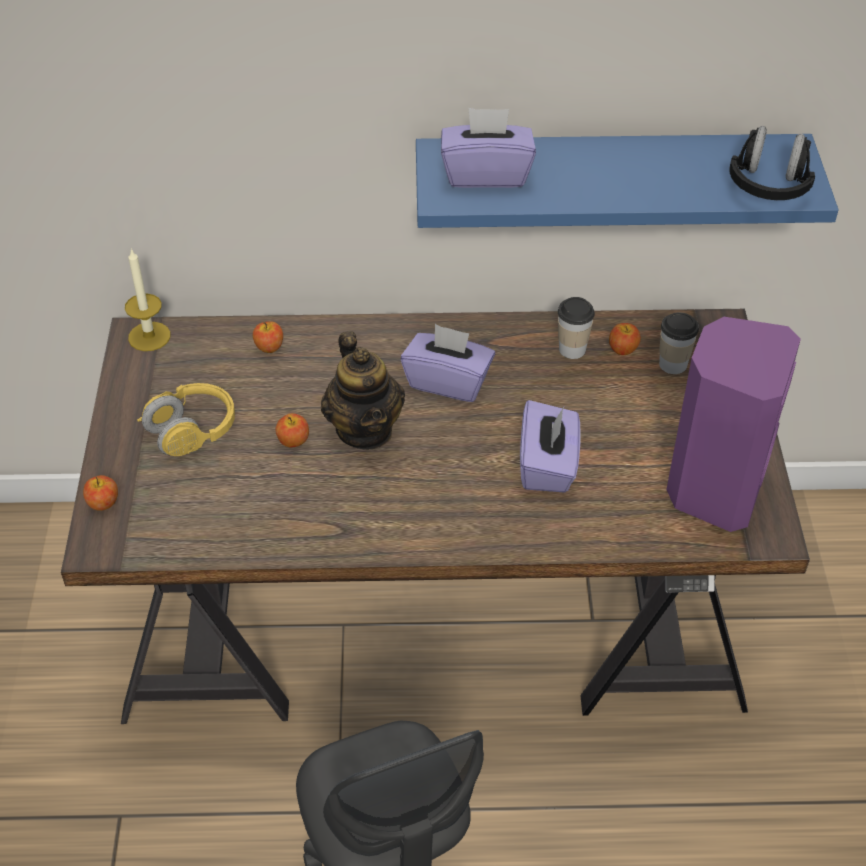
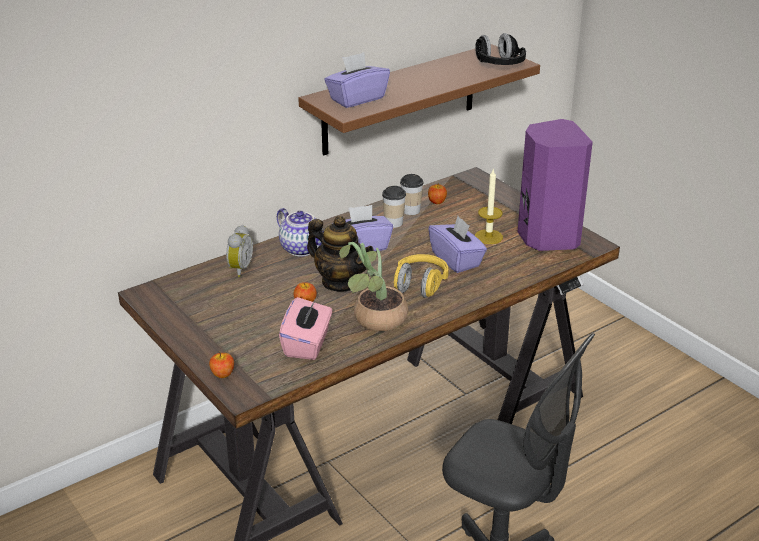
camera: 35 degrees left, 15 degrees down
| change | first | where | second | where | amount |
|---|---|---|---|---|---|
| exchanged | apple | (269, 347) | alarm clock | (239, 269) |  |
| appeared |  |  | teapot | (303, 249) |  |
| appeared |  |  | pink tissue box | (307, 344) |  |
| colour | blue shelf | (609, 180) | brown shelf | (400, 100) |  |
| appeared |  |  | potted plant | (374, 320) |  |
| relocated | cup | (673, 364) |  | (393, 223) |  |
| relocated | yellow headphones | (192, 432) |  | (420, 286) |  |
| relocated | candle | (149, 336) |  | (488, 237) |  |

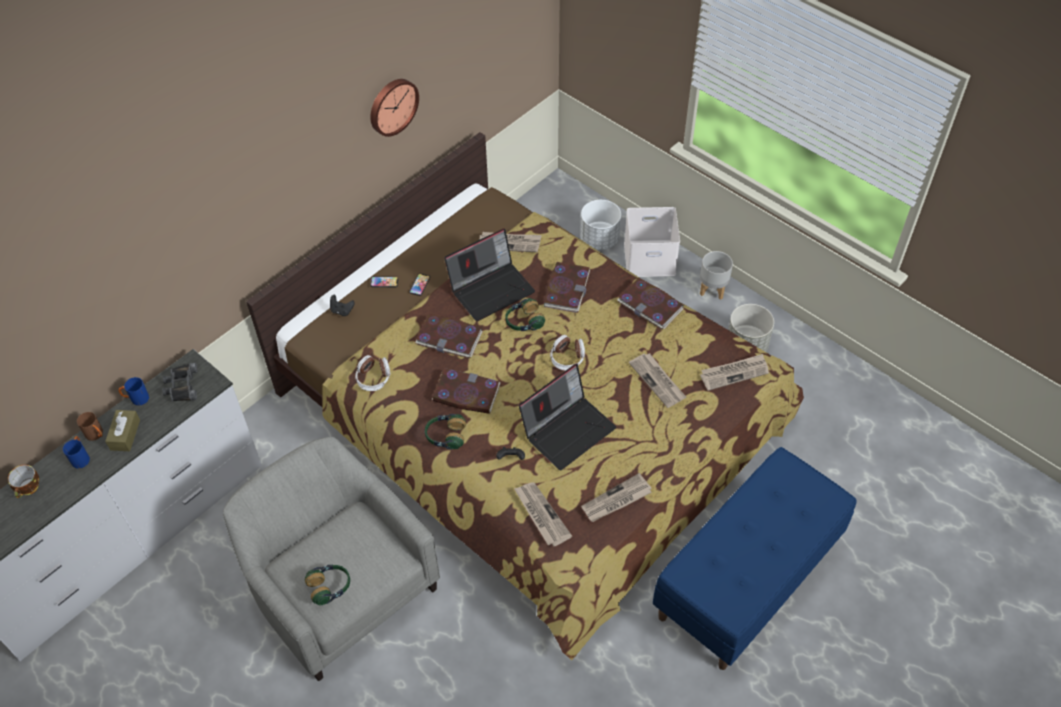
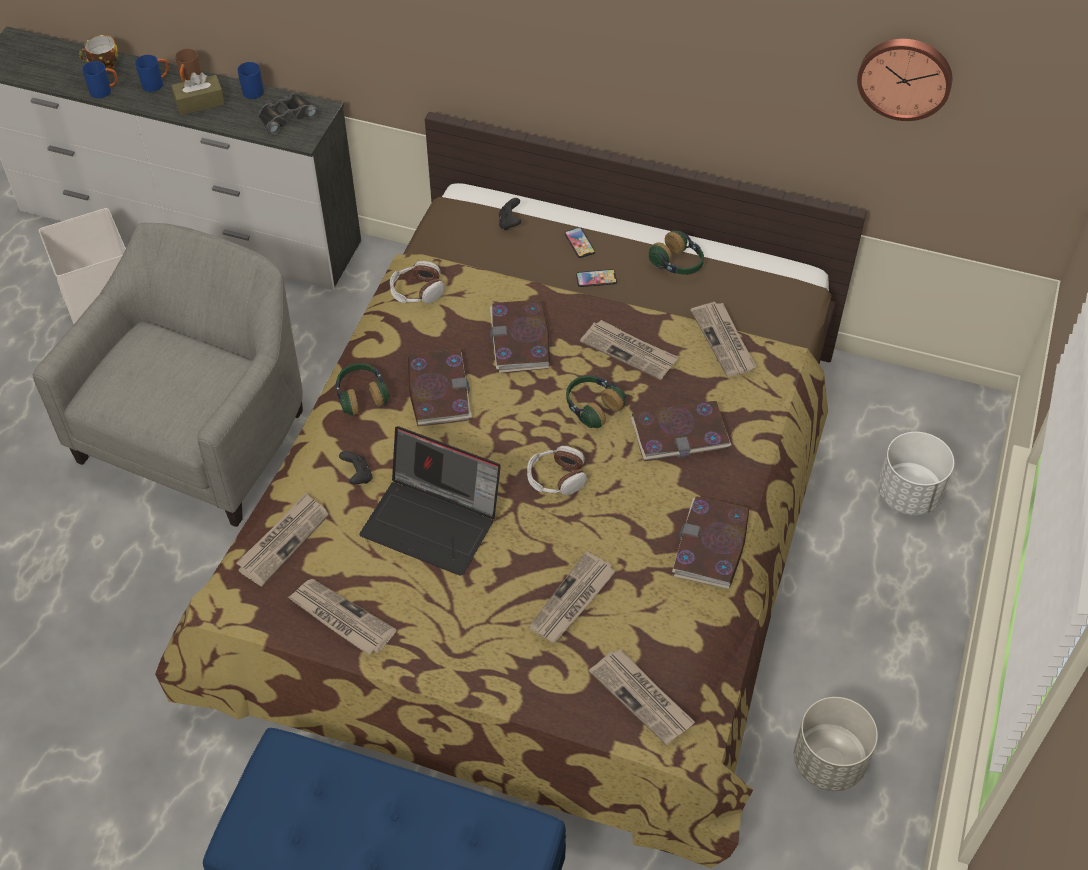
camera: 65 degrees right, 0 degrees up
| change | first | where | second | where | amount |
|---|---|---|---|---|---|
| relocated | white storage box | (650, 257) |  | (101, 291) |  |
| appeared |  |  | blue mug | (105, 91) |  |
| exchanged | laptop | (491, 288) | newspaper | (629, 351) |  |
| relocated | headphones | (330, 587) |  | (678, 264) |  |
| relocated | wall clock | (392, 106) |  | (905, 77) |  |
| missing | grey planter | (712, 289) |  |  |  |

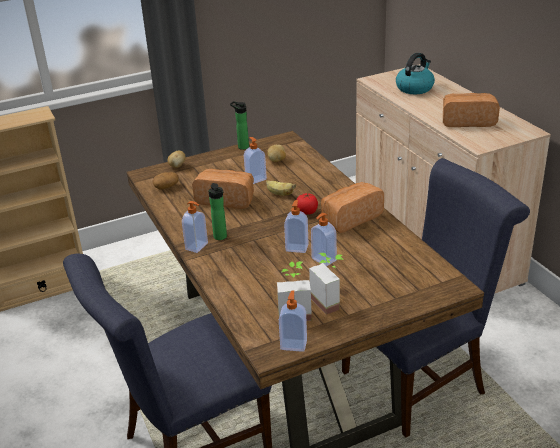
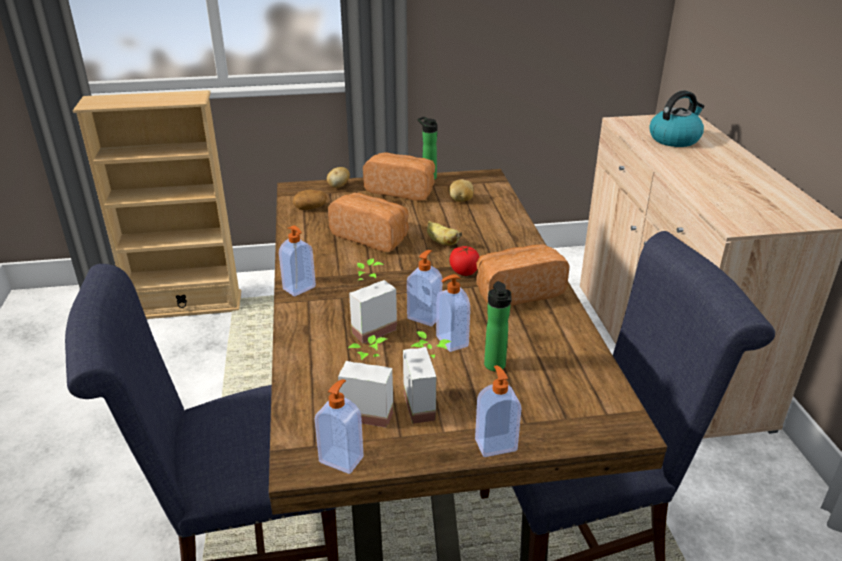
camera: 15 degrees right, 0 degrees up
| change | first | where | second | where | amount |
|---|---|---|---|---|---|
| appeared |  |  | potted plant | (369, 327) |  |
| relocated | bread | (467, 121) |  | (401, 190) |  |
| relocated | soap dispenser | (255, 179) |  | (495, 444) |  |
| relocated | bottle | (221, 238) |  | (495, 367) |  |

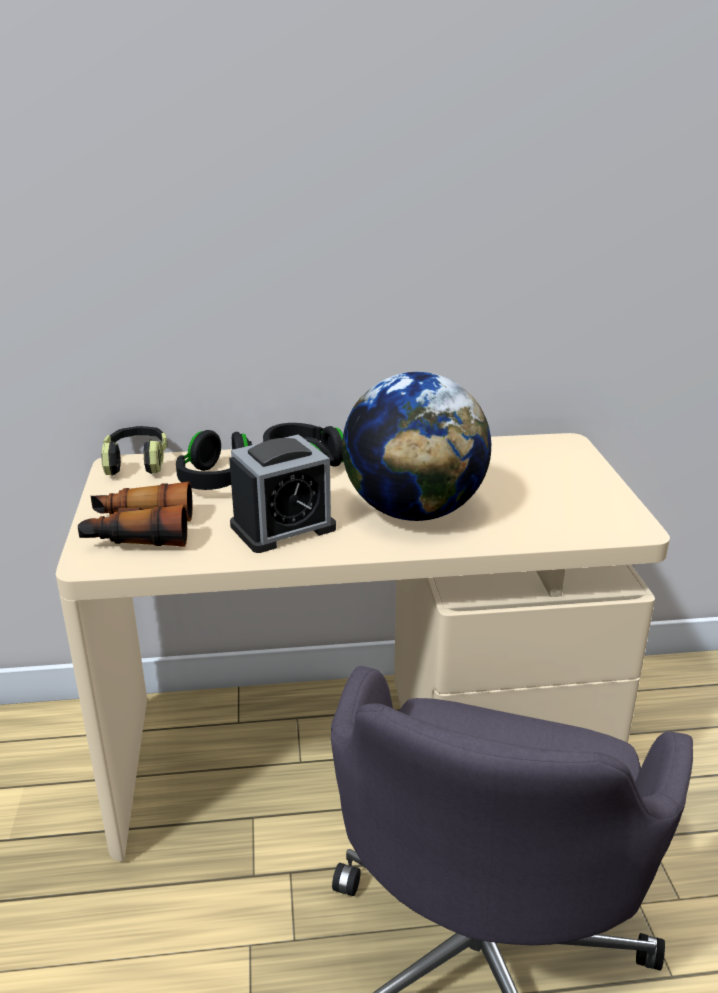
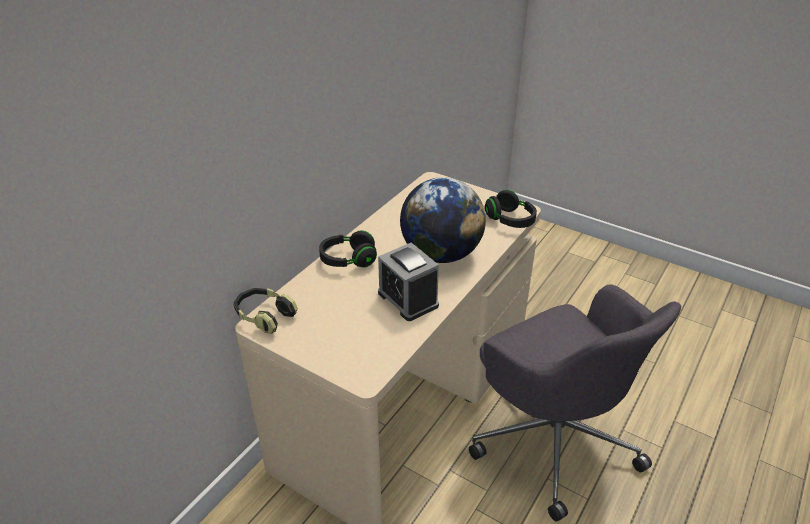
camera: 50 degrees left, 10 degrees up
| change | first | where | second | where | amount |
|---|---|---|---|---|---|
| spun | alarm clock | (283, 527) |  | (408, 299) | 135 degrees clockwise |
| relocated | black headphones | (216, 480) |  | (510, 220) |  |
| missing | binoculars | (138, 532) |  |  |  |

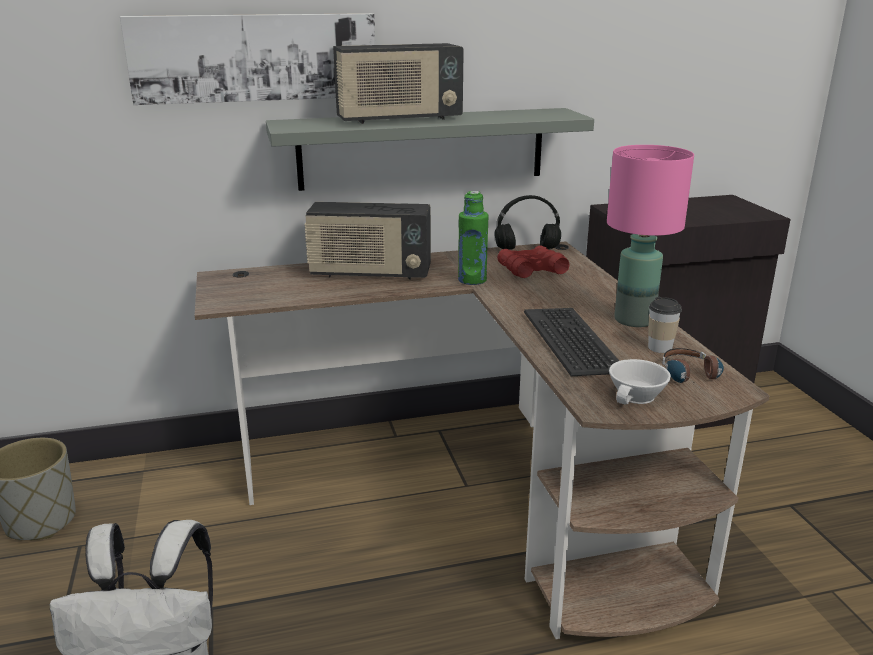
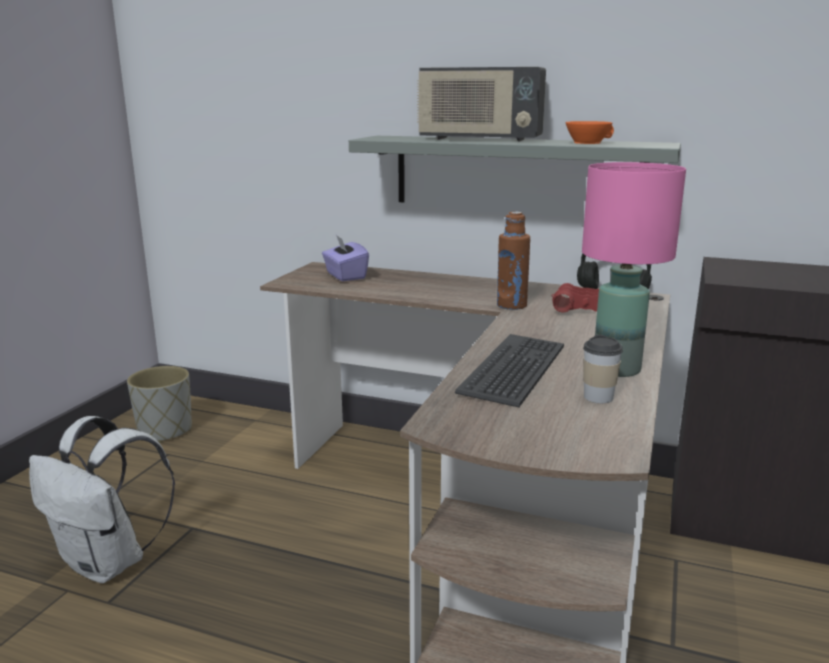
camera: 35 degrees right, 5 degrees down
| change | first | where | second | where | amount |
|---|---|---|---|---|---|
| appeared |  |  | purple tissue box | (345, 276) |  |
| colour | green bottle | (472, 280) | brown bottle | (511, 305) |  |
| appeared |  |  | orange cup | (587, 142) |  |
| missing | picture | (255, 57) |  |  |  |
| missing | radio | (370, 273) |  |  |  |
| missing | white cup | (638, 397) |  |  |  |
| missing | headphones | (693, 378) |  |  |  |

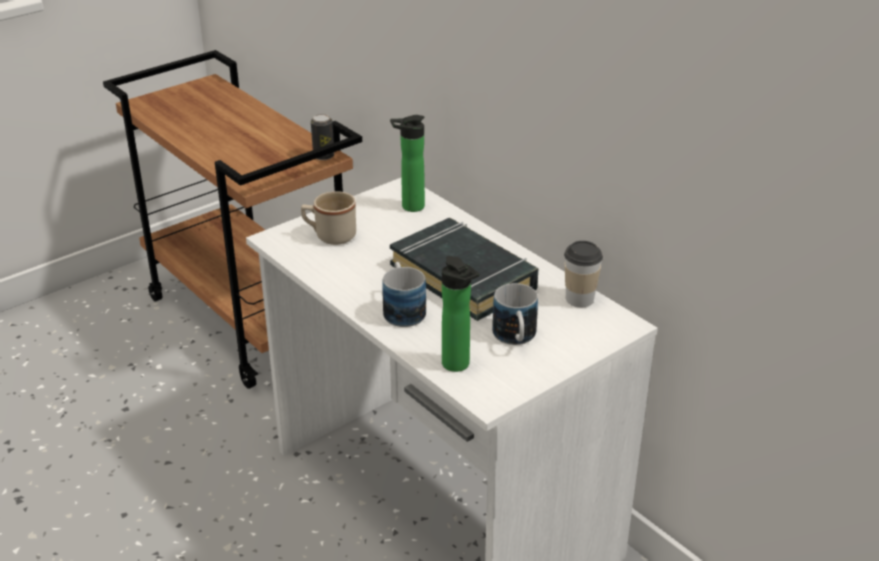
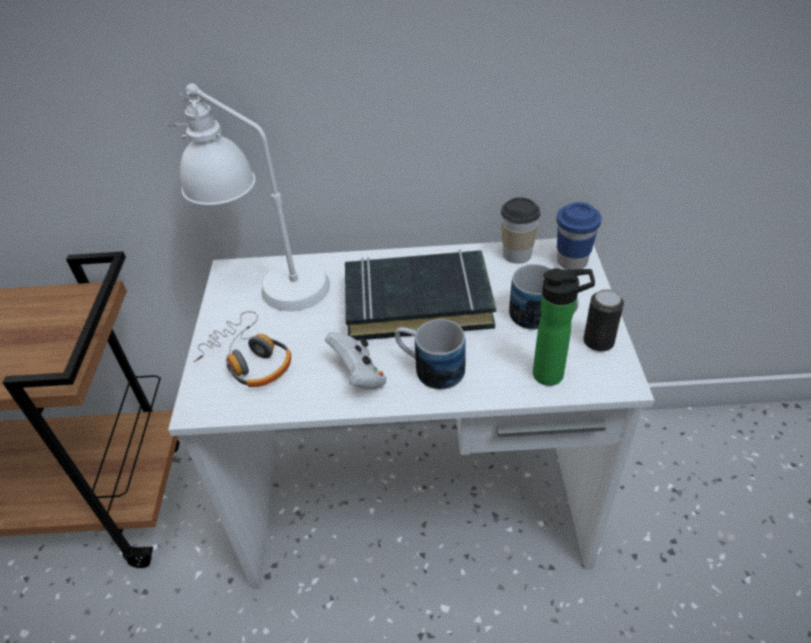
camera: 50 degrees left, 10 degrees up
| change | first | where | second | where | amount |
|---|---|---|---|---|---|
| exchanged | bottle | (409, 207) | white table lamp | (268, 282) |  |
| exchanged | beige mug | (330, 236) | headphones | (249, 360) |  |
| appeared |  |  | white game controller | (359, 376) |  |
| appeared |  |  | blue cup | (572, 261) |  |
| relocated | can | (323, 156) |  | (598, 342) |  |

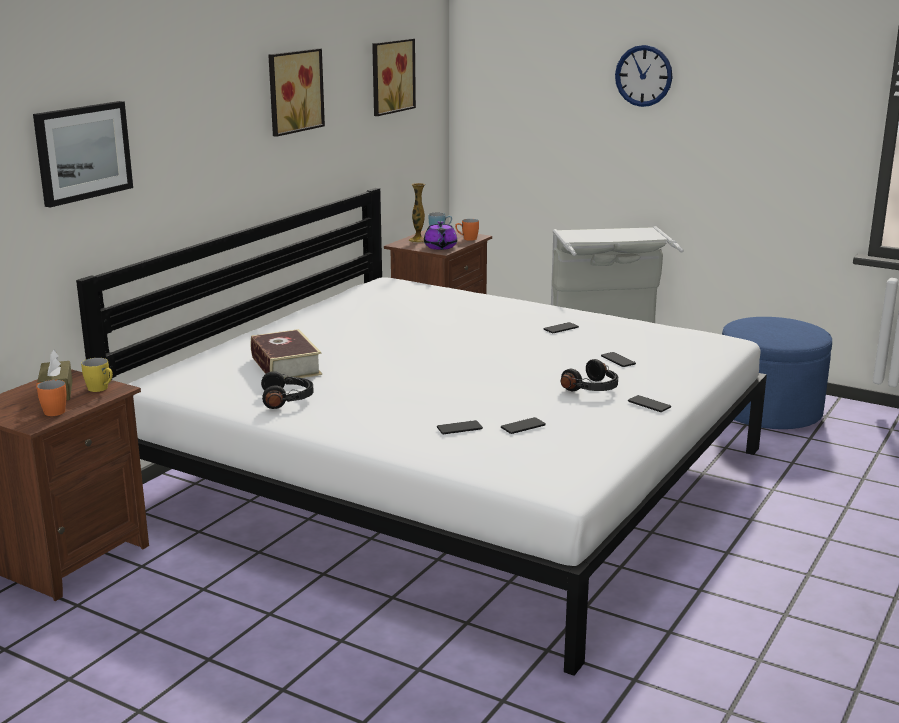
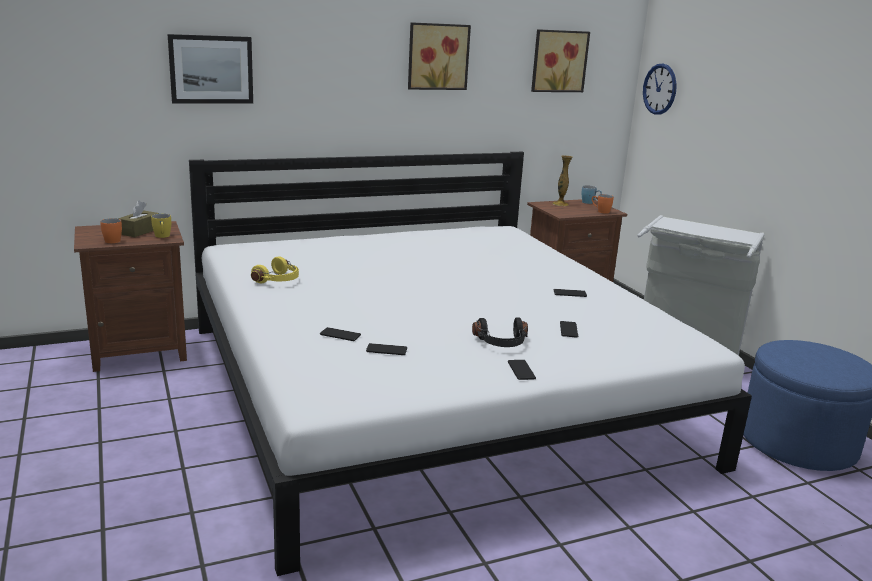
camera: 35 degrees right, 0 degrees up
| change | first | where | second | where | amount |
|---|---|---|---|---|---|
| colour | black headphones | (287, 399) | yellow headphones | (278, 280) |  |
| relocated | wall clock | (643, 76) |  | (659, 89) |  |
| missing | book | (286, 366) |  |  |  |
| missing | purple teapot | (440, 247) |  |  |  |

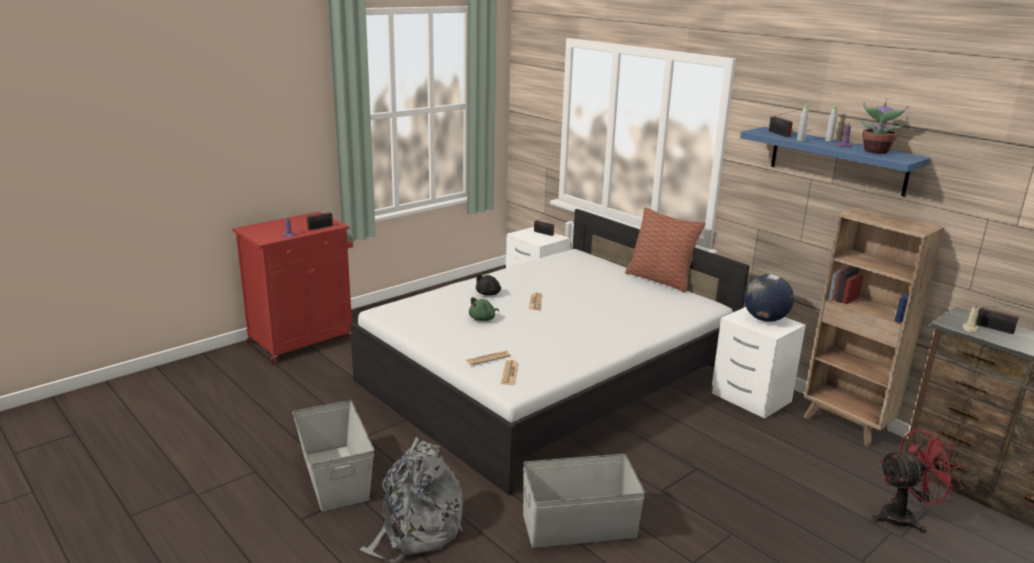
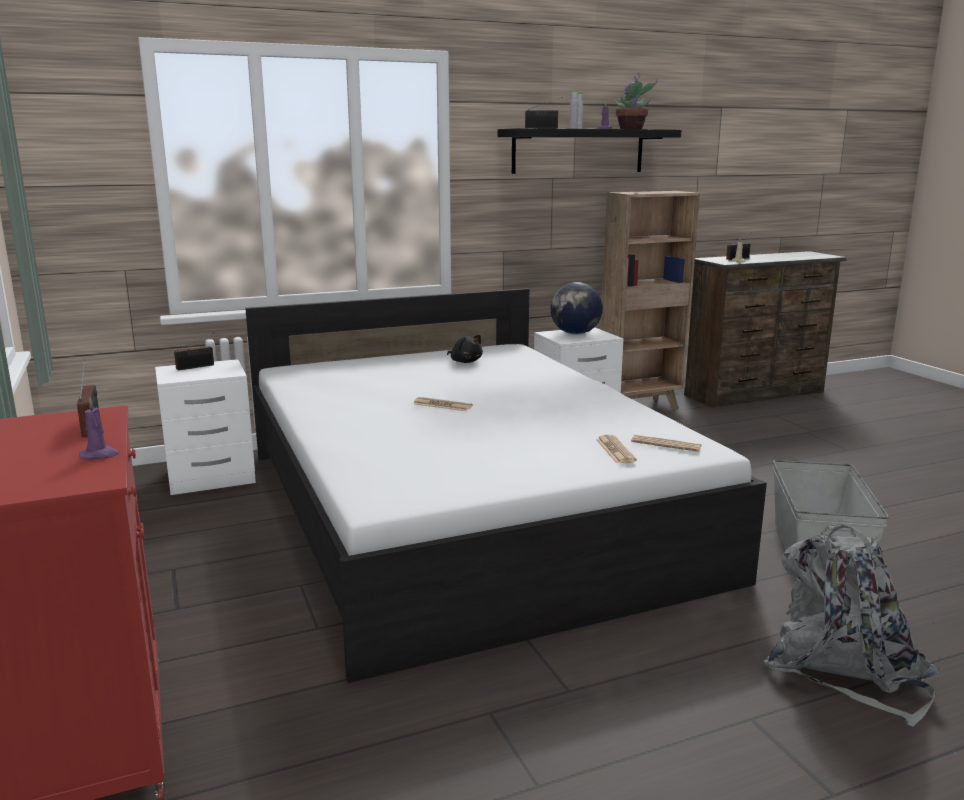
camera: 70 degrees left, 5 degrees down
| change | first | where | second | where | amount |
|---|---|---|---|---|---|
| relocated | black plush toy | (489, 294) |  | (465, 361) |  |
| colour | blue shelf | (837, 160) | black shelf | (578, 151) |  |
| missing | grey storage box | (335, 476) |  |  |  |
| missing | green plush toy | (483, 319) |  |  |  |
| missing | pillow | (661, 279) |  |  |  |
| missing | red fan | (904, 517) |  |  |  |

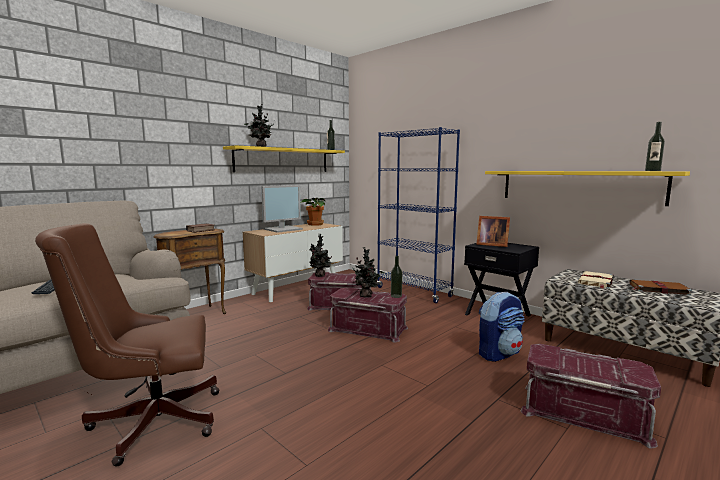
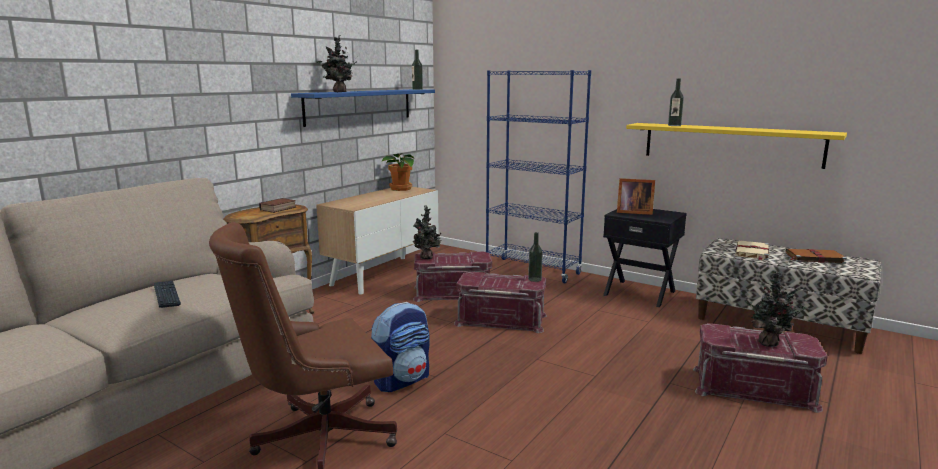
camera: 10 degrees left, 5 degrees up
| change | first | where | second | where | amount |
|---|---|---|---|---|---|
| colour | yellow shelf | (283, 160) | blue shelf | (360, 106) |  |
| relocated | backpack | (499, 353) |  | (402, 380) |  |
| relocated | bottle | (652, 171) |  | (674, 125) |  |
| relocated | potted plant | (367, 296) |  | (769, 343) |  |
| missing | monitor | (283, 229) |  |  |  |

